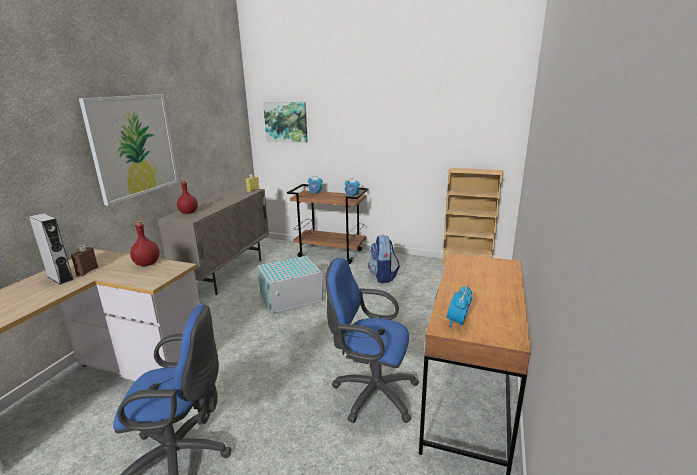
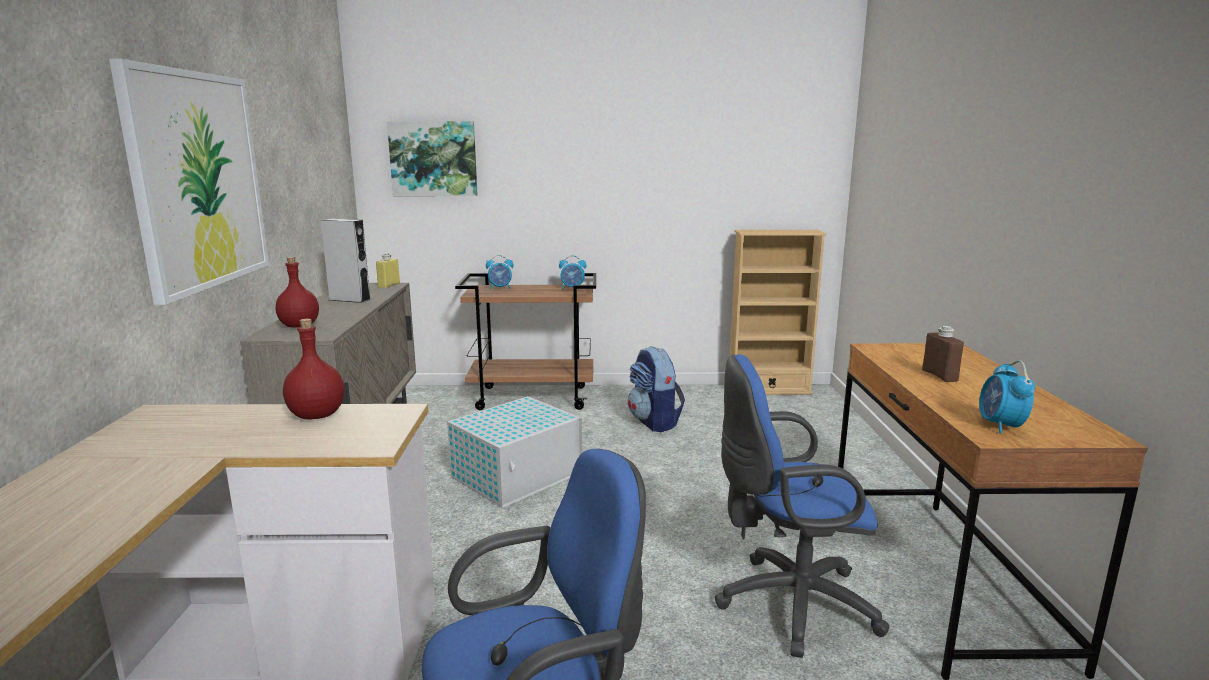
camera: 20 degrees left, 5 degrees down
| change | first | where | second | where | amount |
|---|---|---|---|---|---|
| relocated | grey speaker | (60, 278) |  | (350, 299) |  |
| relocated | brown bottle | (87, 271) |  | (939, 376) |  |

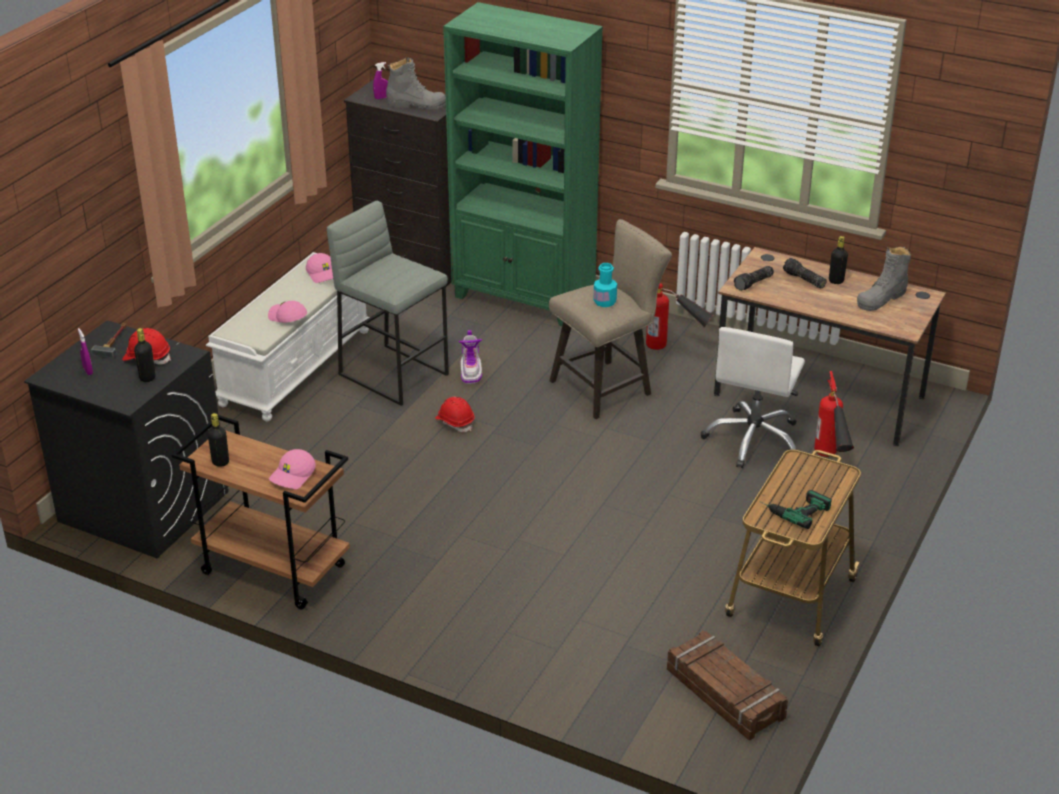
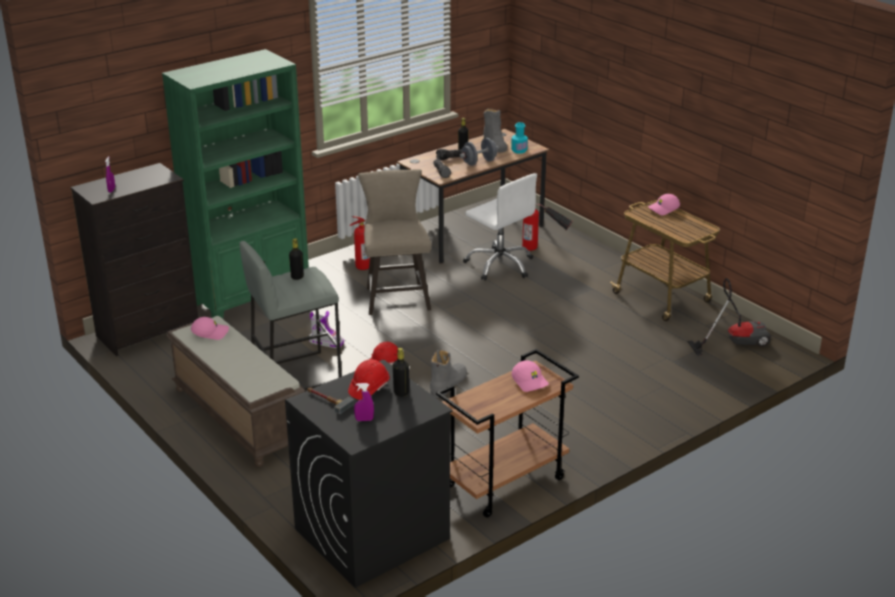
camera: 65 degrees left, 5 degrees down
| change | first | where | second | where | amount |
|---|---|---|---|---|---|
| colour | white bench | (295, 366) | brown bench | (237, 417) |  |
| relocated | black bottle | (220, 462) |  | (297, 277) |  |
| relocated | grey boot | (416, 104) |  | (448, 384) |  |
| appeared |  |  | grey dumbbell | (479, 162) |  |
| relocated | turquoise bottle | (605, 302) |  | (519, 150) |  |
| relocated | pink cap | (287, 317) |  | (663, 209) |  |
| exchanged | crate | (724, 694) | vacuum cleaner | (734, 342) |  |
| missing | power drill | (793, 508) |  |  |  |

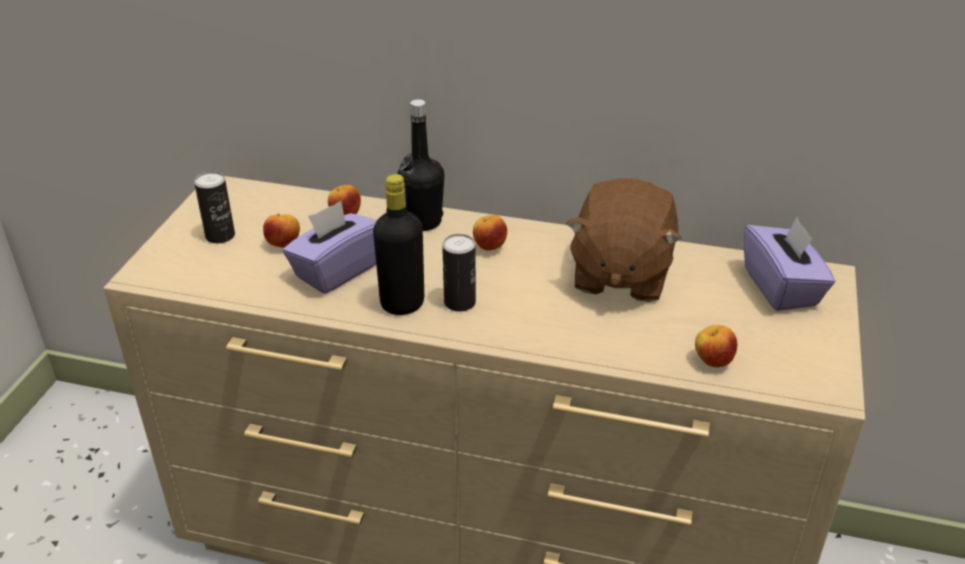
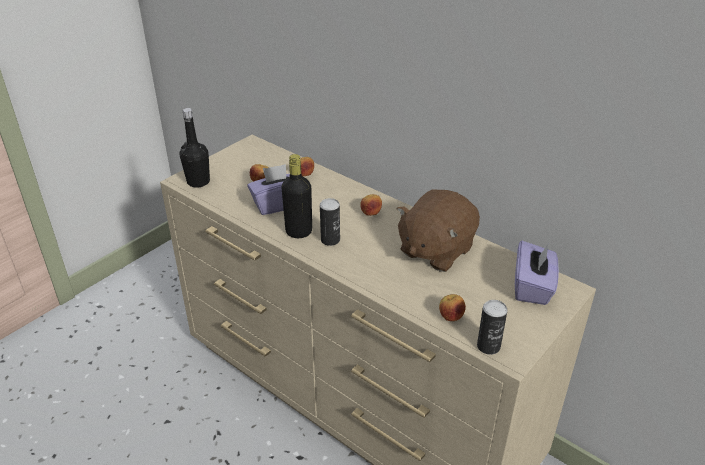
camera: 25 degrees right, 0 degrees up
| change | first | where | second | where | amount |
|---|---|---|---|---|---|
| relocated | black bottle | (422, 221) |  | (198, 182) |  |
| relocated | can | (220, 236) |  | (488, 346) |  |

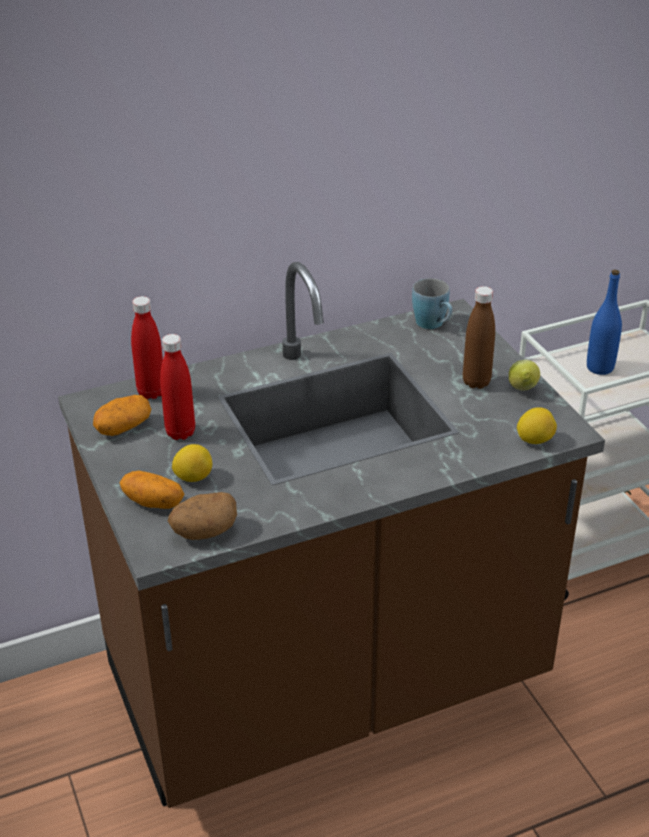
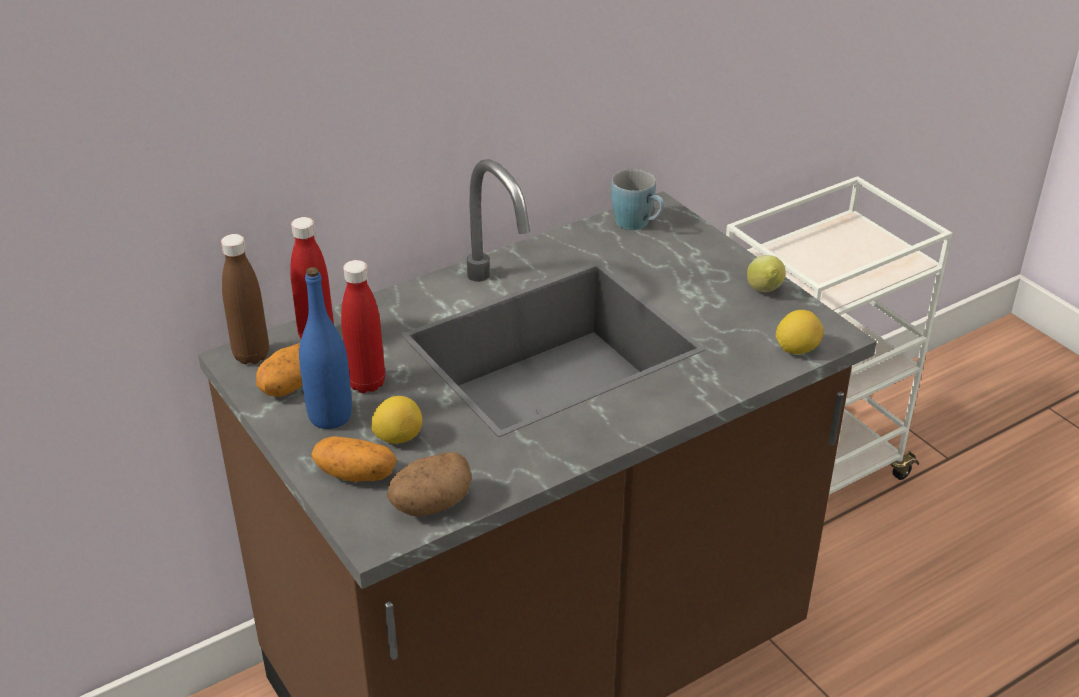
camera: 10 degrees left, 0 degrees up
| change | first | where | second | where | amount |
|---|---|---|---|---|---|
| relocated | brown bottle | (476, 382) |  | (251, 355) |  |
| relocated | blue bottle | (600, 367) |  | (330, 416) |  |

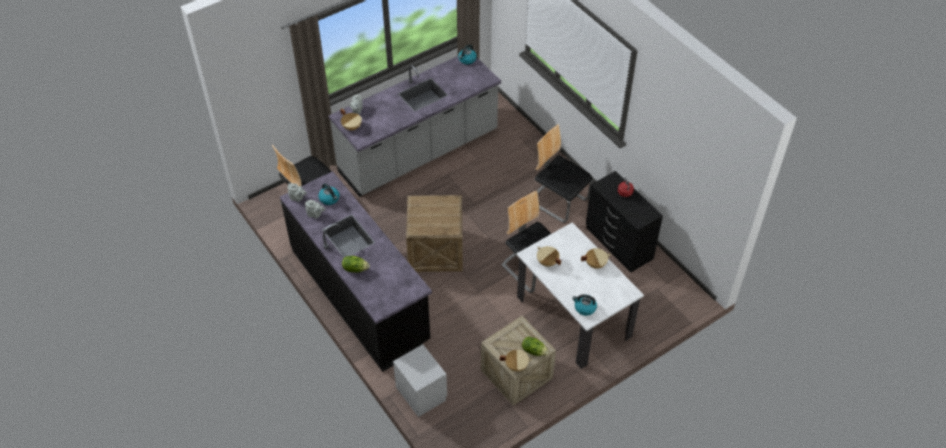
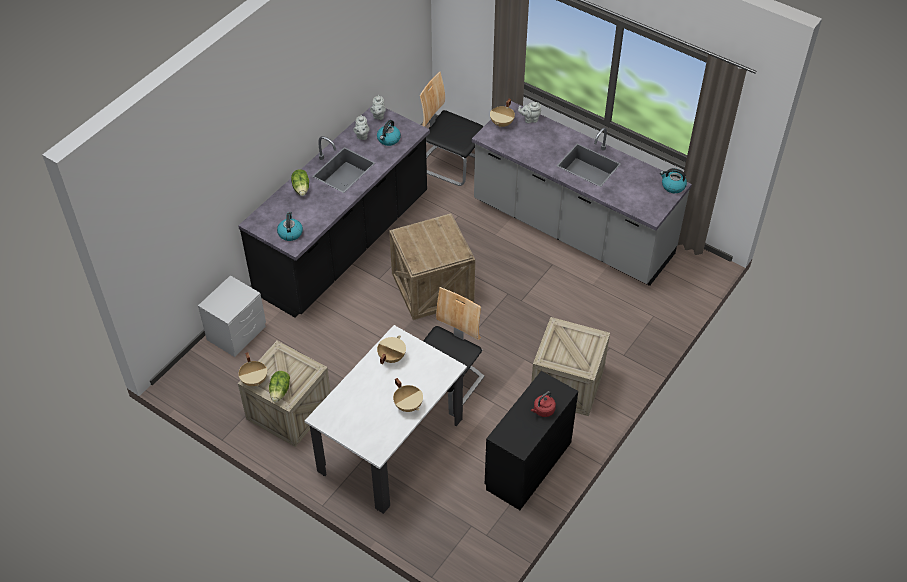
camera: 70 degrees right, 0 degrees up
| change | first | where | second | where | amount |
|---|---|---|---|---|---|
| relocated | kettle | (584, 308) |  | (290, 233) |  |
| exchanged | chair | (559, 201) | crate | (567, 384) |  |

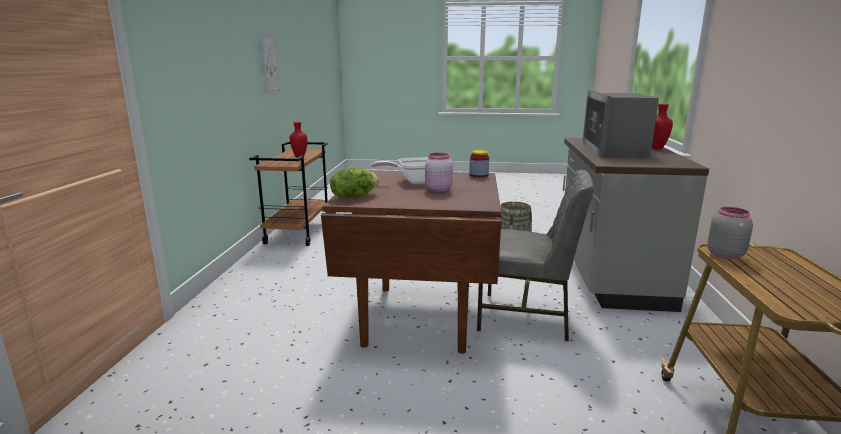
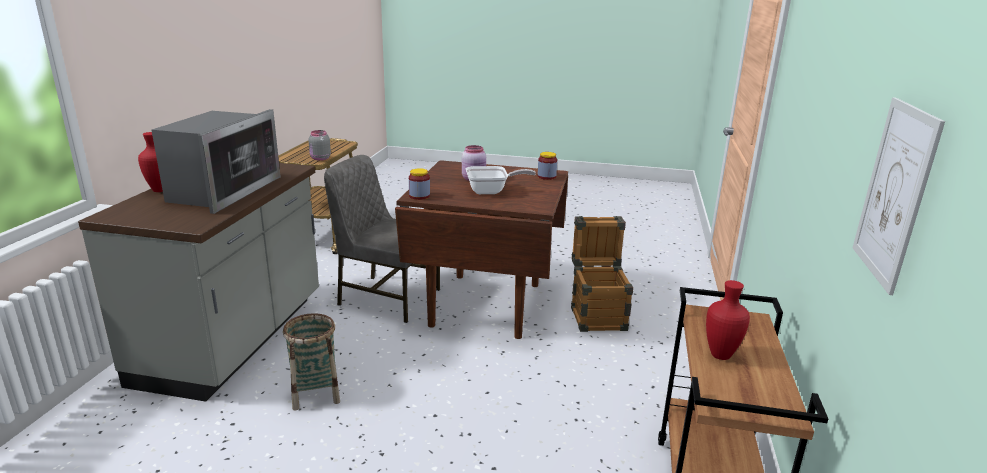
camera: 175 degrees left, 5 degrees up
| change | first | where | second | where | amount |
|---|---|---|---|---|---|
| exchanged | lettuce | (353, 197) | jar | (546, 177) |  |
| appeared |  |  | crate | (597, 315) |  |

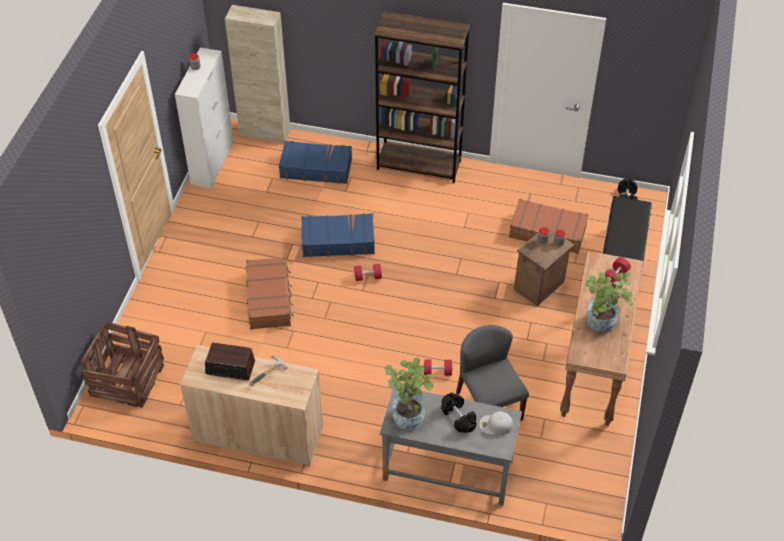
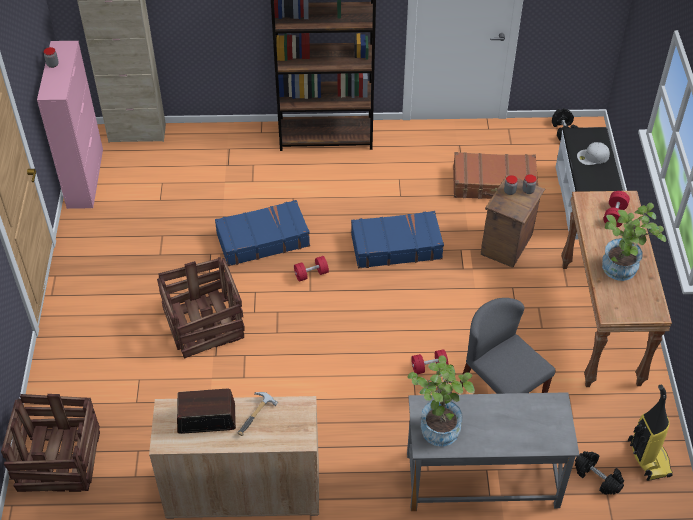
camera: 15 degrees left, 0 degrees up
| change | first | where | second | where | amount |
|---|---|---|---|---|---|
| colour | white cabinet | (212, 162) | pink cabinet | (85, 178) |  |
| exchanged | brown suitcase | (269, 298) | crate | (204, 323) |  |
| relocated | blue suitcase | (316, 168) |  | (396, 246) |  |
| relocated | black dumbbell | (458, 417) |  | (597, 477) |  |
| relocated | white cap | (495, 425) |  | (592, 156) |  |
| appeared |  |  | vacuum cleaner | (647, 458) |  |

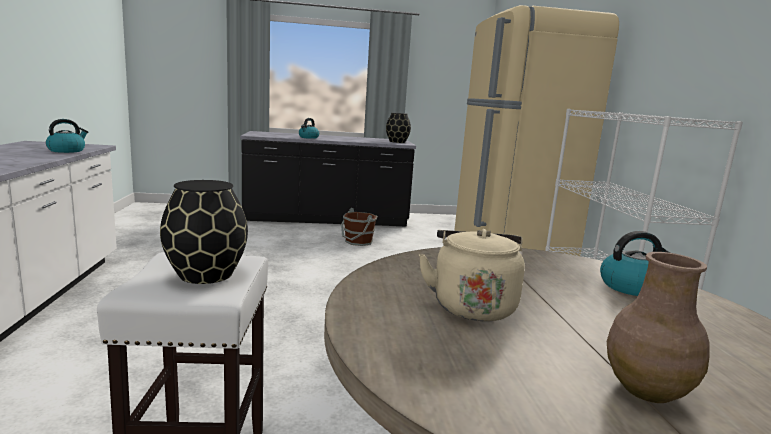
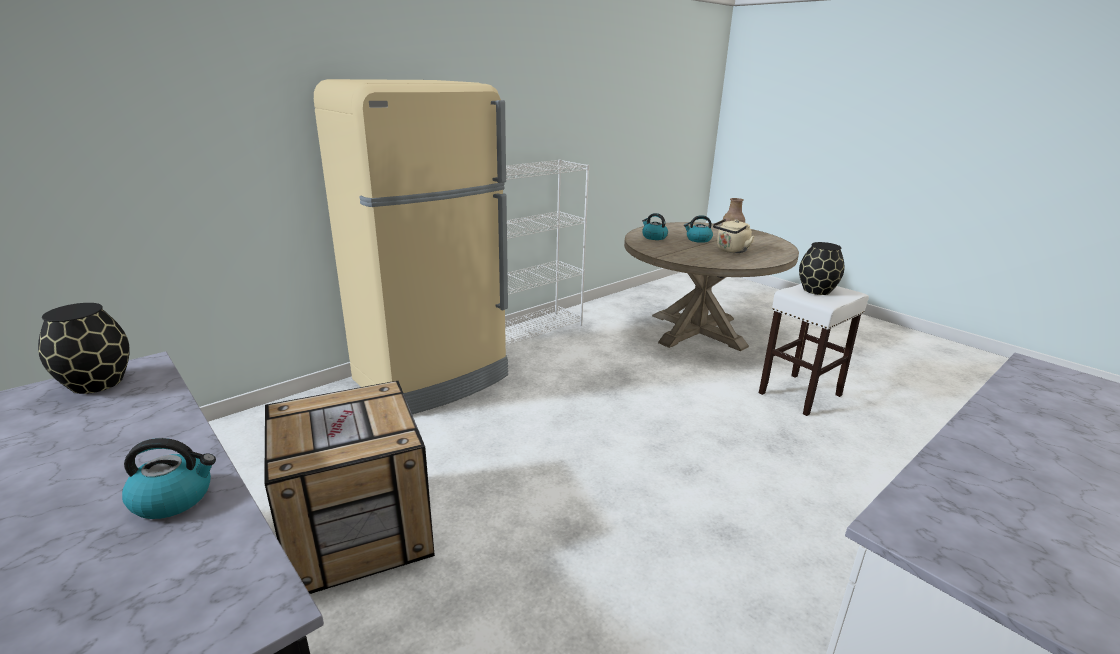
camera: 125 degrees left, 10 degrees up
| change | first | where | second | where | amount |
|---|---|---|---|---|---|
| exchanged | brown bucket | (358, 241) | crate | (357, 529) |  |
| relocated | kettle | (67, 150) |  | (698, 239) |  |

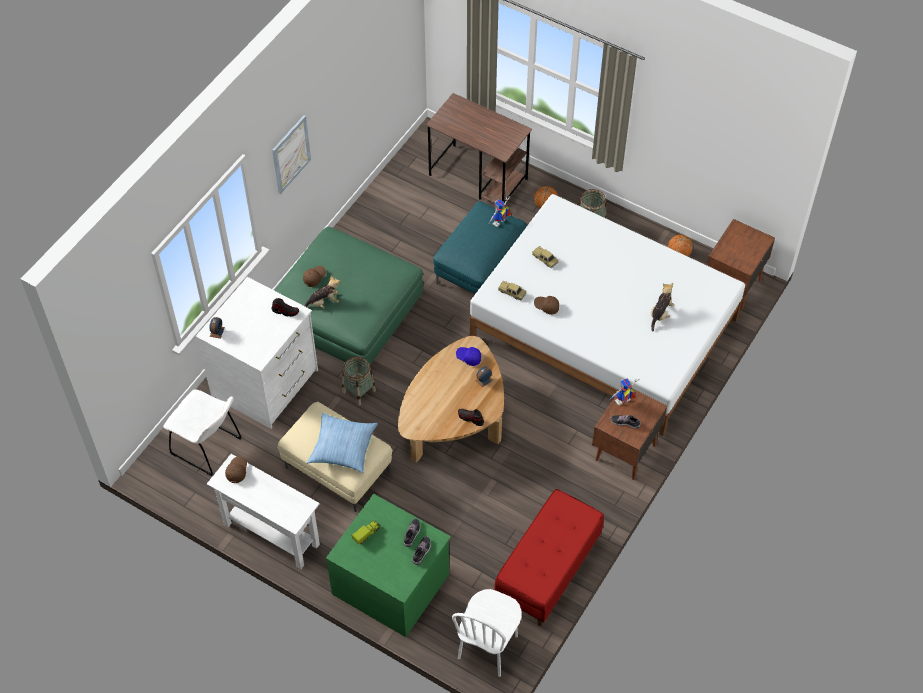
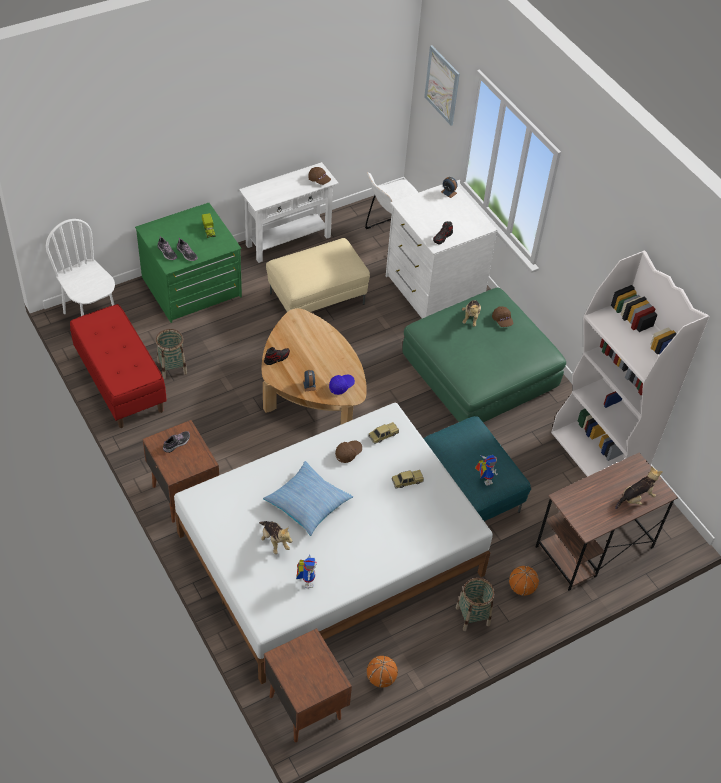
camera: 115 degrees right, 5 degrees down
| change | first | where | second | where | amount |
|---|---|---|---|---|---|
| relocated | basket | (359, 391) |  | (172, 367) |  |
| relocated | pillow | (343, 447) |  | (308, 503) |  |
| relocated | toy robot | (622, 403) |  | (306, 579) |  |
| relocated | picture | (291, 154) |  | (442, 85) |  |
| appeared |  |  | white bookcase | (598, 455) |  |
| appeared |  |  | plush toy | (636, 498) |  |

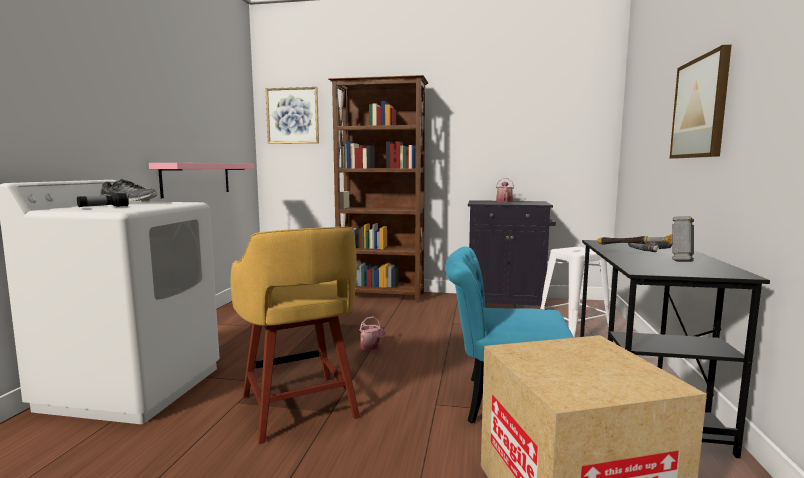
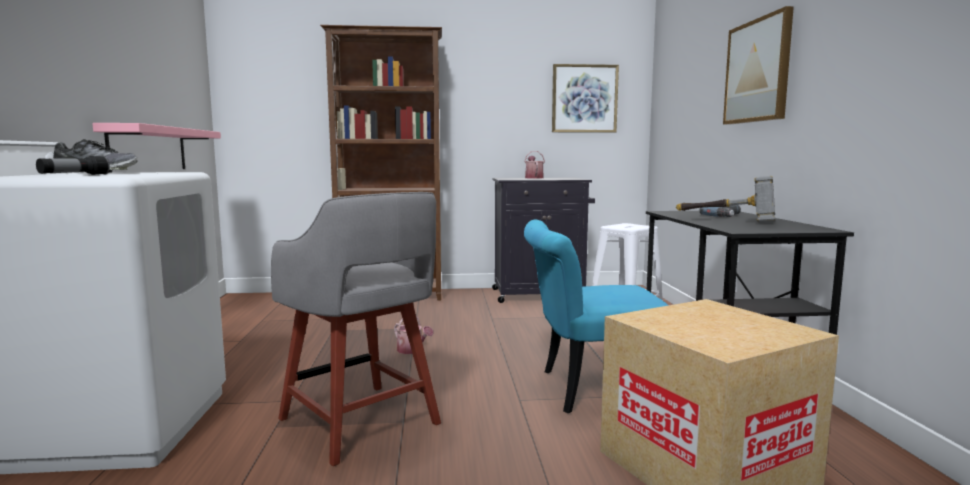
camera: 15 degrees left, 0 degrees up
| change | first | where | second | where | amount |
|---|---|---|---|---|---|
| colour | yellow stool | (299, 409) | grey stool | (361, 423) |  |
| relocated | picture | (292, 115) |  | (584, 99) |  |

